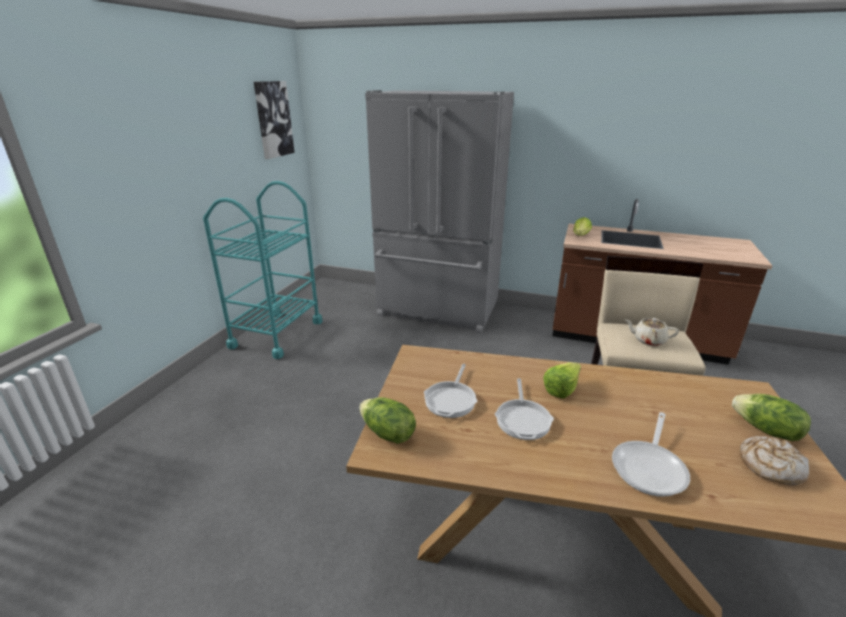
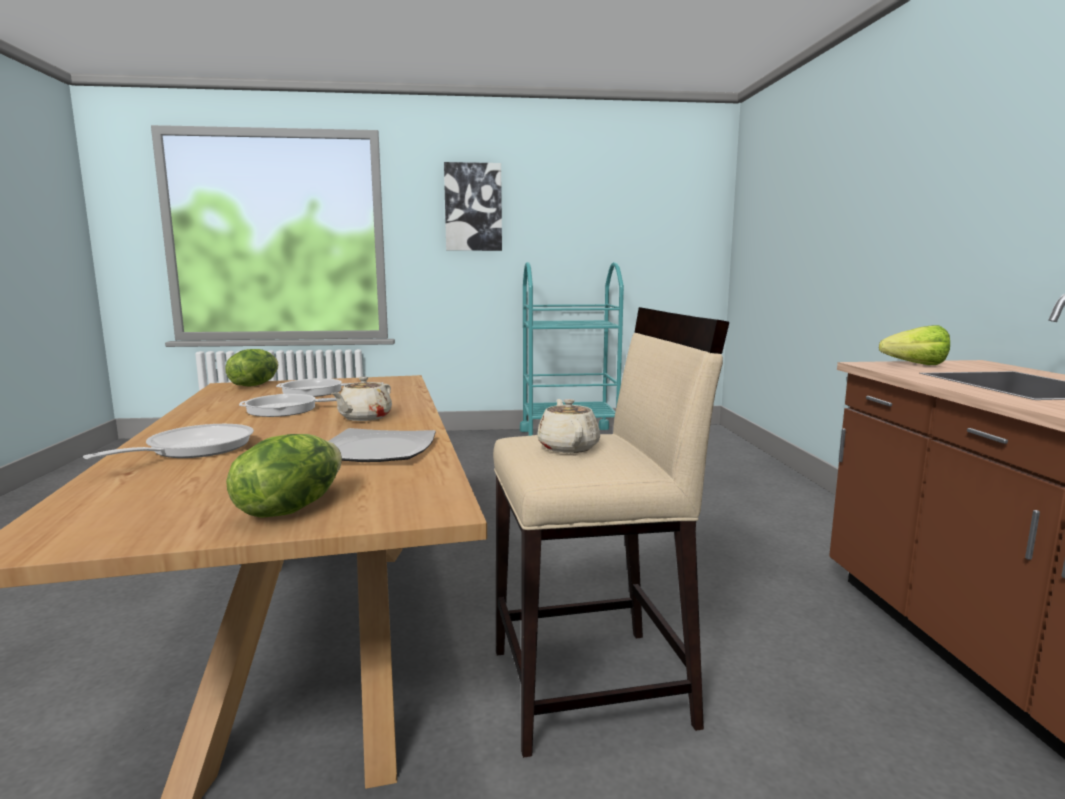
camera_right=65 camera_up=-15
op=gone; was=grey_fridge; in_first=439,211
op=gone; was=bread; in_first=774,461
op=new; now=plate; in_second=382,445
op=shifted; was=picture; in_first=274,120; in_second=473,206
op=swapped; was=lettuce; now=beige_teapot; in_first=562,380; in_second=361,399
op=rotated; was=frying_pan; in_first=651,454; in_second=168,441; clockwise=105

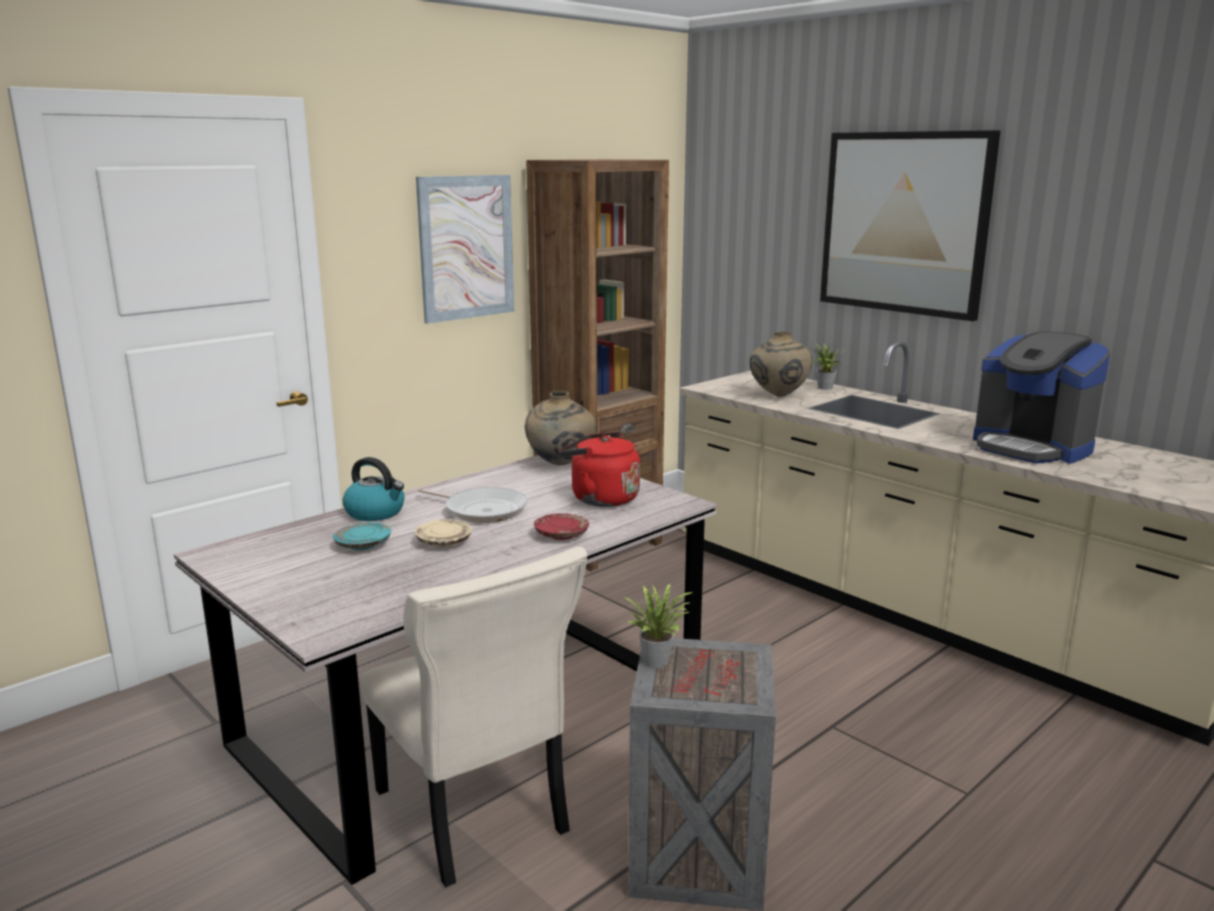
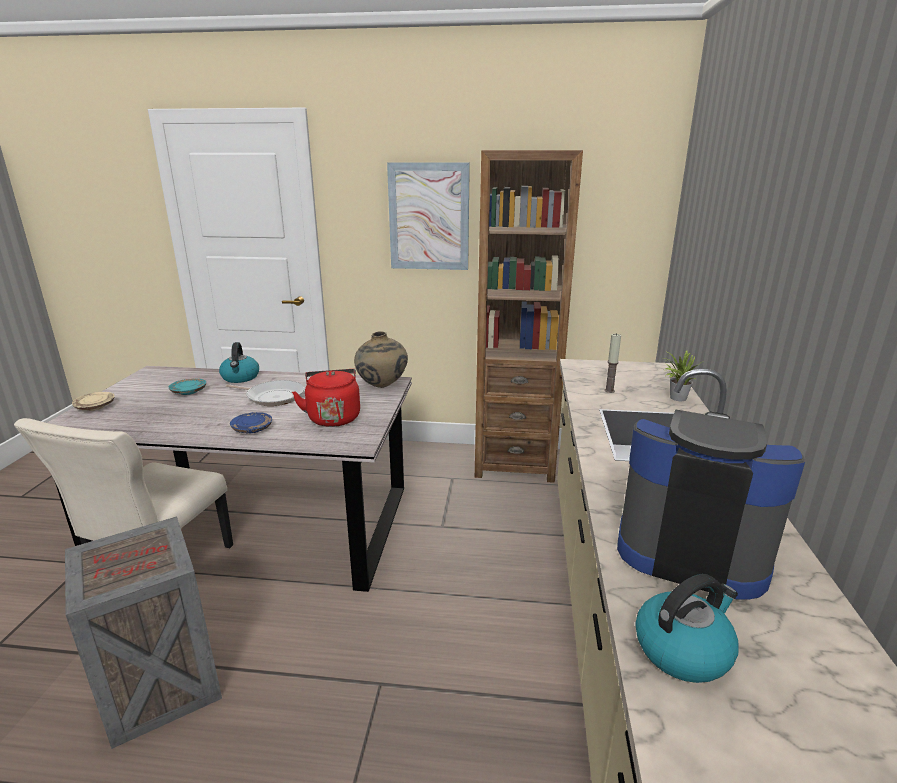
camera_right=50 camera_up=5
op=gone; was=potted_plant; in_first=658,625
op=gone; was=picture; in_first=910,225
op=new; now=kettle; in_second=686,628
op=shifted; was=beige_plate; in_first=443,533; in_second=93,401
op=swapped; was=beige_vase; now=candle; in_first=780,364; in_second=612,363
op=repainted; was=red_plate; now=blue_plate; in_first=561,526; in_second=251,422
op=rotated; was=frying_pan; in_first=473,505; in_second=265,393; clockwise=-60
op=rotated; was=coffee_machine; in_first=1041,398; in_second=711,505; clockwise=105

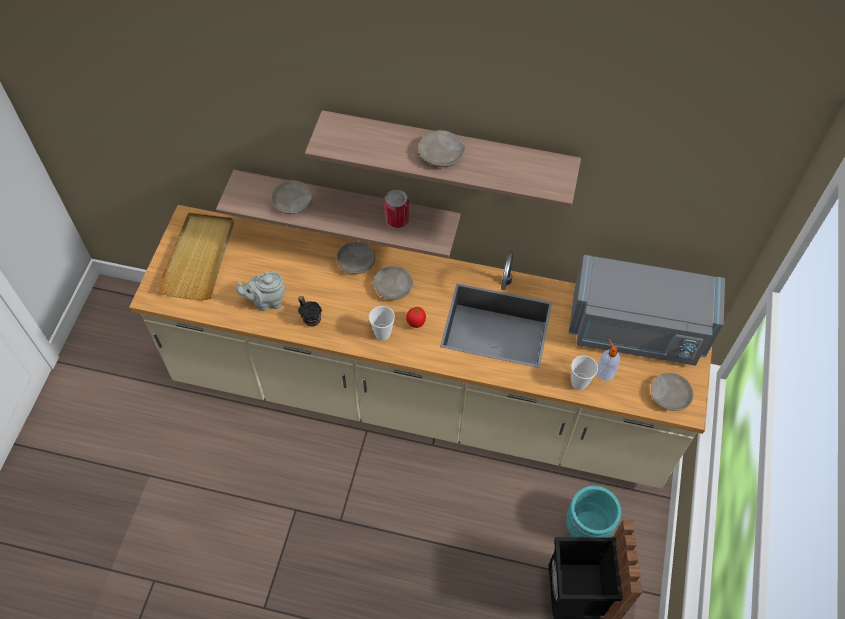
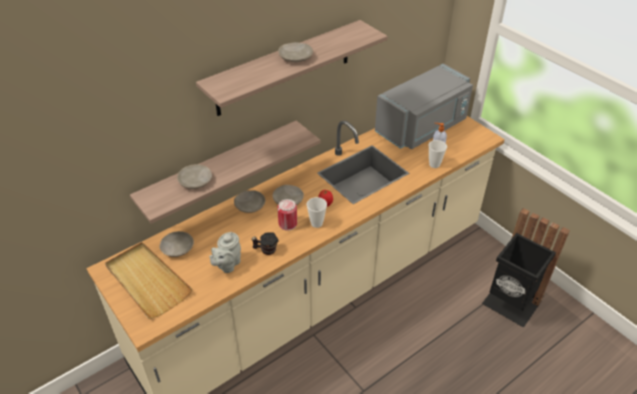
camera_right=-50 camera_up=-15
op=gone; was=turquoise_planter; in_first=594,511
op=shifted; was=can; in_first=396,209; in_second=287,215
op=shifted; was=beige_plate; in_first=672,392; in_second=176,244

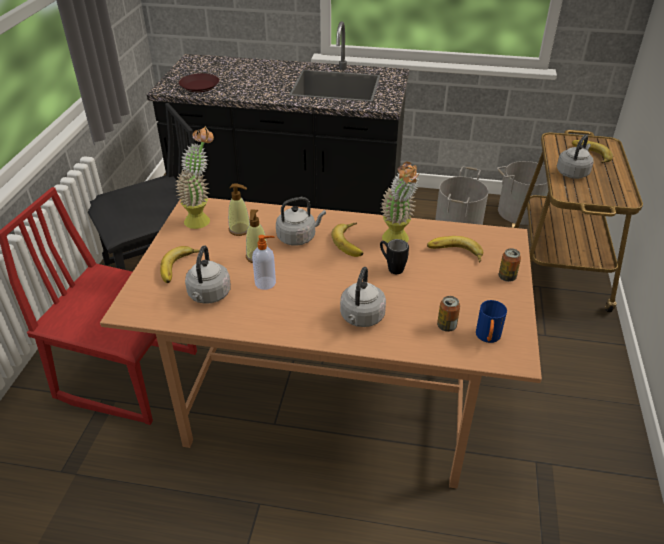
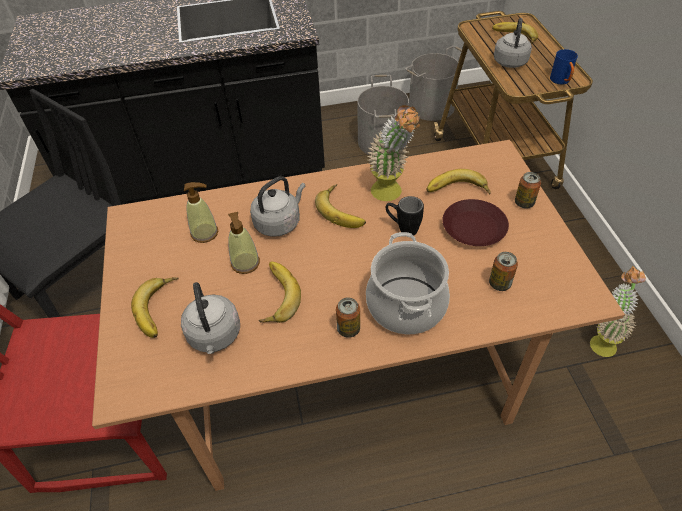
camera_right=-20 camera_up=10
op=new; now=can; in_second=348,317
op=shifted; was=potted_plant; in_first=194,177; in_second=618,311
op=shifted; was=brown_plate; in_first=199,82; in_second=475,222
op=shifted; was=blue_mug; in_first=491,321; in_second=564,66
op=swapped; was=soap_dispenser; now=banana; in_first=264,262; in_second=280,292
op=swapped; was=grey_kettle; now=cooking_pot; in_first=363,297; in_second=408,283

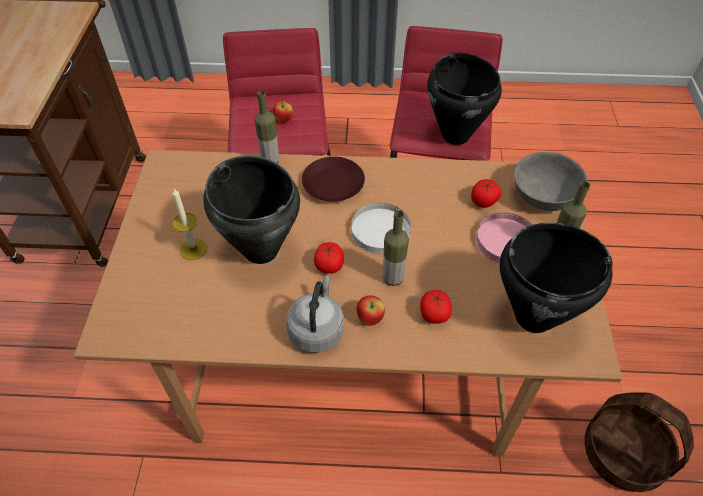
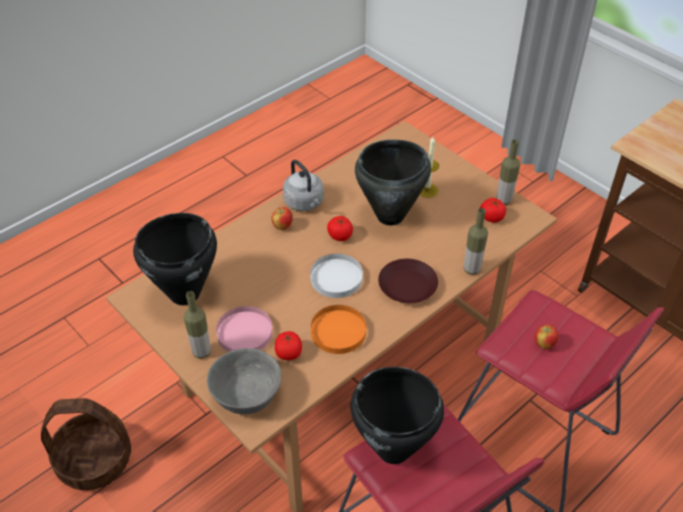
camera_right=135 camera_up=-5
op=new; now=orange_plate; in_second=338,329
op=shifted; was=bottle; in_first=396,248; in_second=508,172
op=shifted; was=tomato; in_first=436,307; in_second=493,210

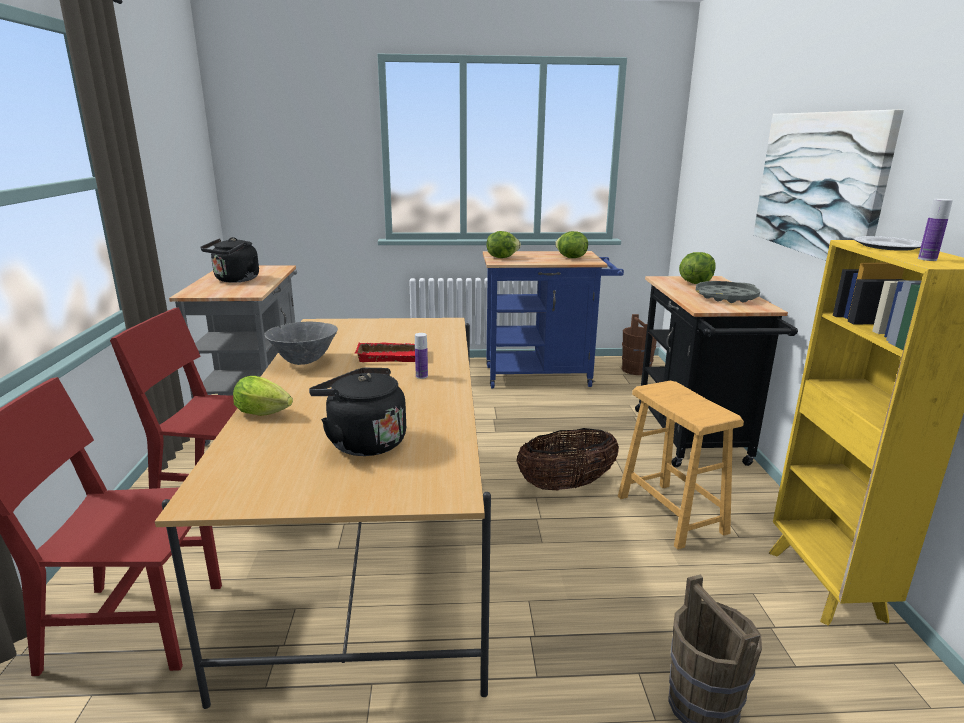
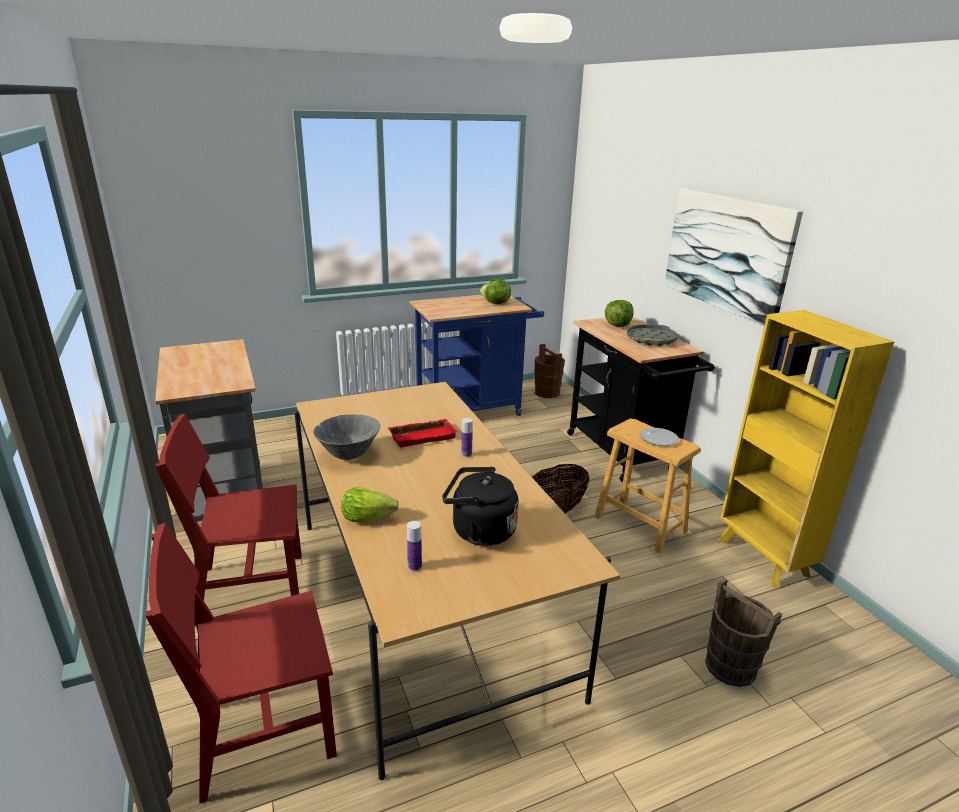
camera_right=-20 camera_up=5
op=gone; was=black_kettle; in_first=229,260
op=gone; was=lettuce; in_first=503,244
op=shifted; was=plate; in_first=888,243; in_second=659,437
op=shifted; was=bottle; in_first=935,230; in_second=414,546

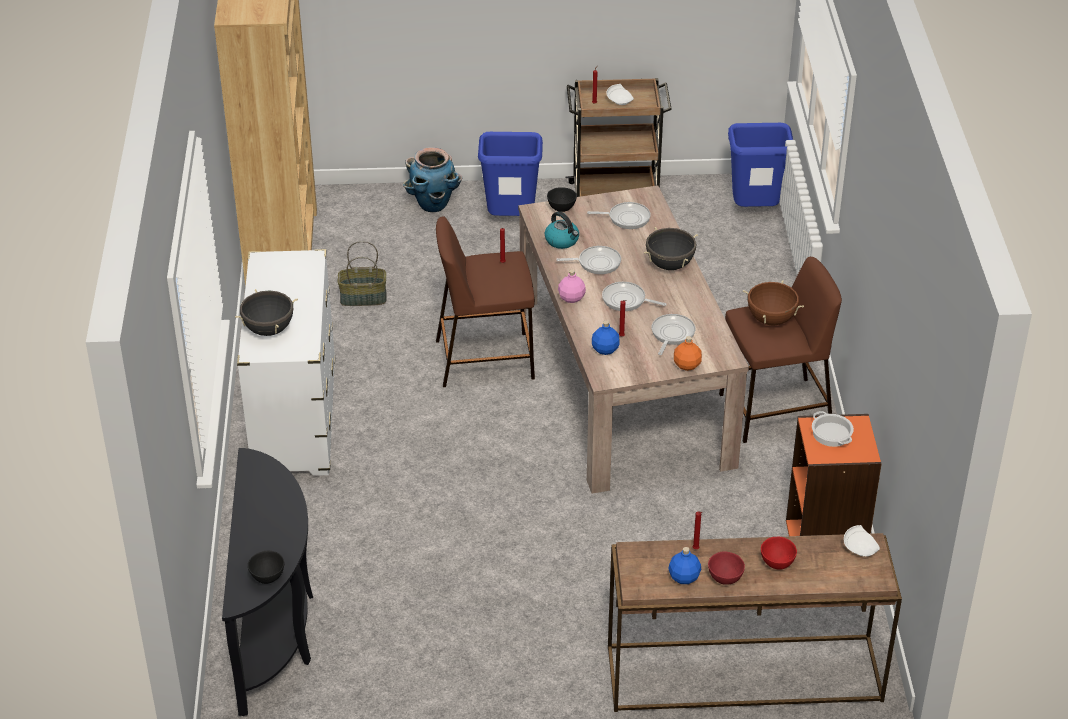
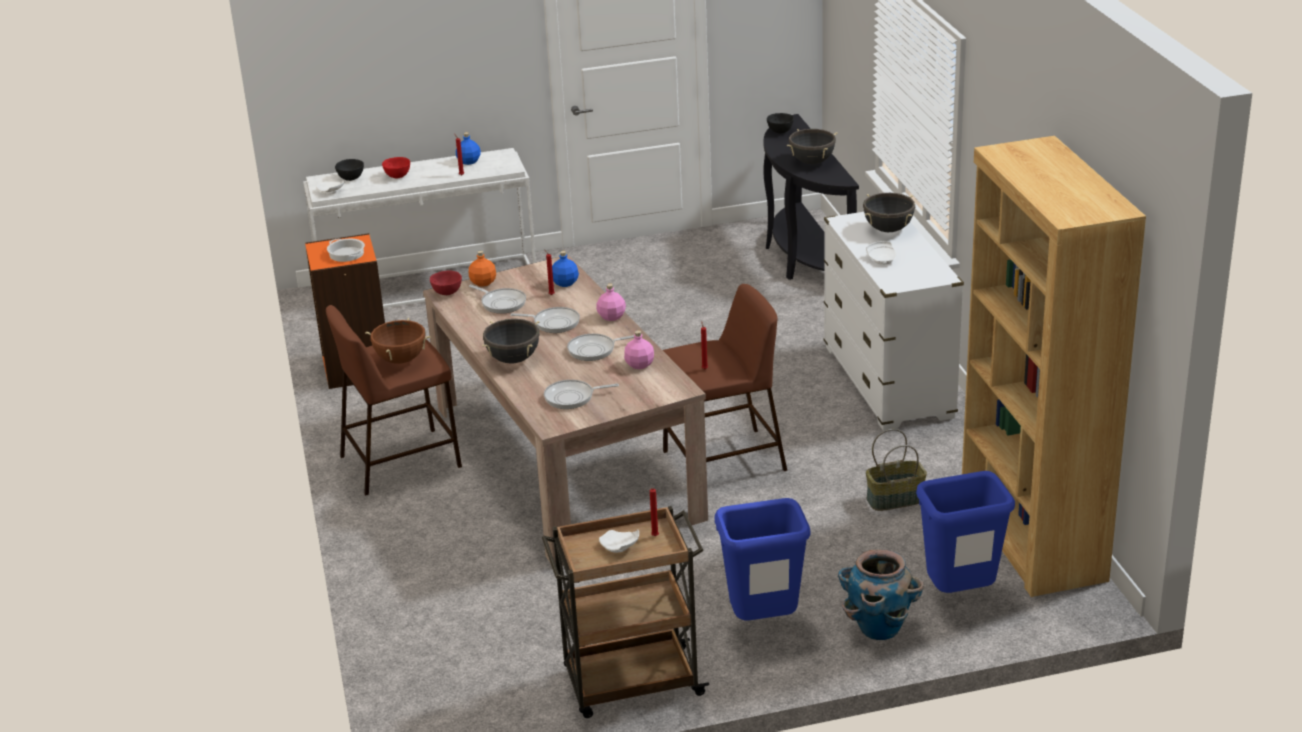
camera_right=170 camera_up=-10
op=new; now=black_cooking_pot; in_second=812,146
op=new; now=white_plate; in_second=881,253
op=shifted; was=black_bowl; in_first=562,199; in_second=349,170
op=shifted; was=red_bowl; in_first=726,568; in_second=446,283
op=shifted; was=blue_trash_can; in_first=760,165; in_second=965,532
op=swapped; was=kettle; now=pink_bottle; in_first=562,230; in_second=639,349
op=repainted; was=brown_console_table; now=white_console_table; in_first=755,622; in_second=419,228
op=rotated; was=frying_pan; in_first=673,334; in_second=497,299; clockwise=-60

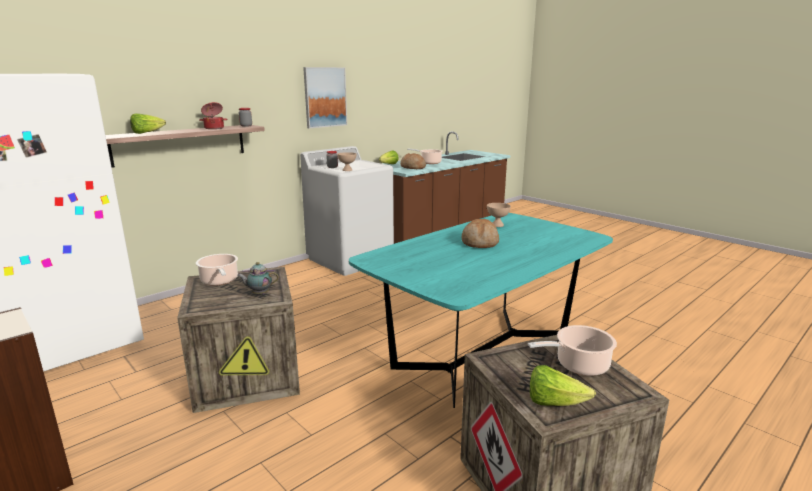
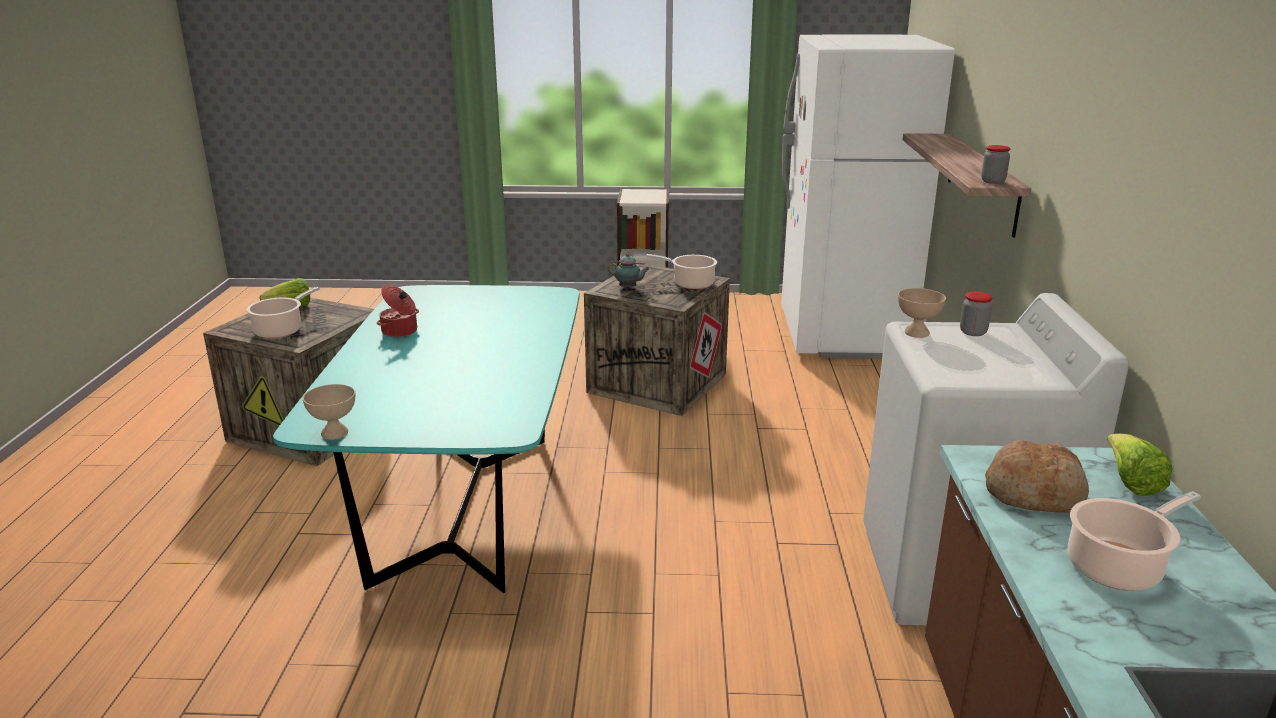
camera_right=135 camera_up=5
op=gone; was=lettuce; in_first=148,123
op=gone; was=picture; in_first=325,97
op=gone; was=bread; in_first=480,233
op=shifted; was=cooking_pot; in_first=213,115; in_second=398,311
op=shifted; was=beige_bowl; in_first=499,215; in_second=329,412
op=rotated; was=teapot; in_first=258,278; in_second=628,271; clockwise=60

